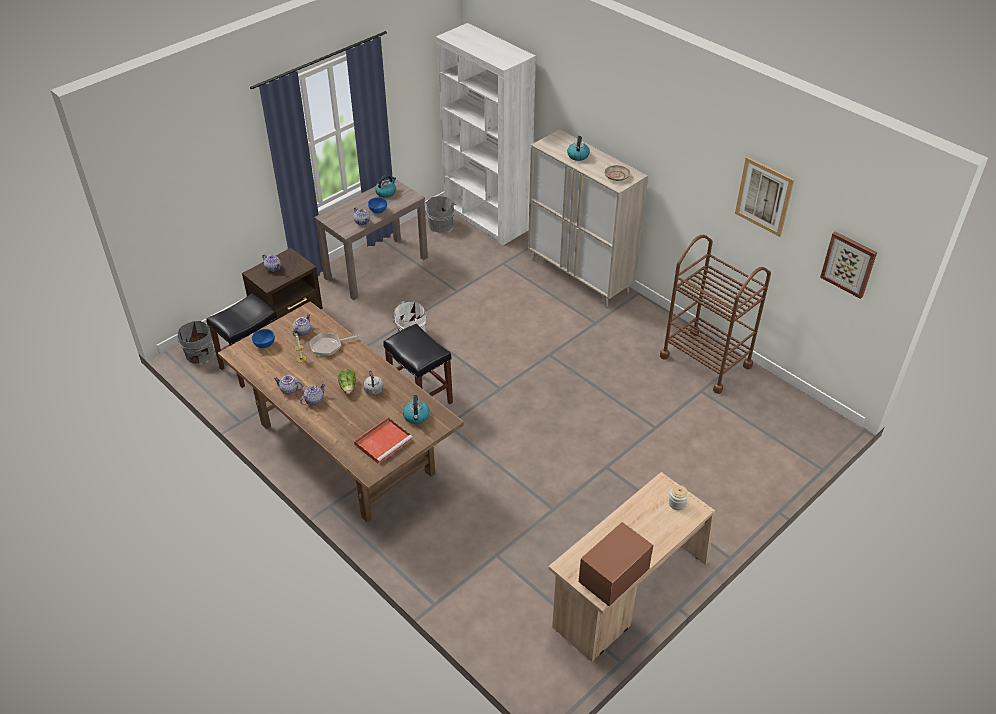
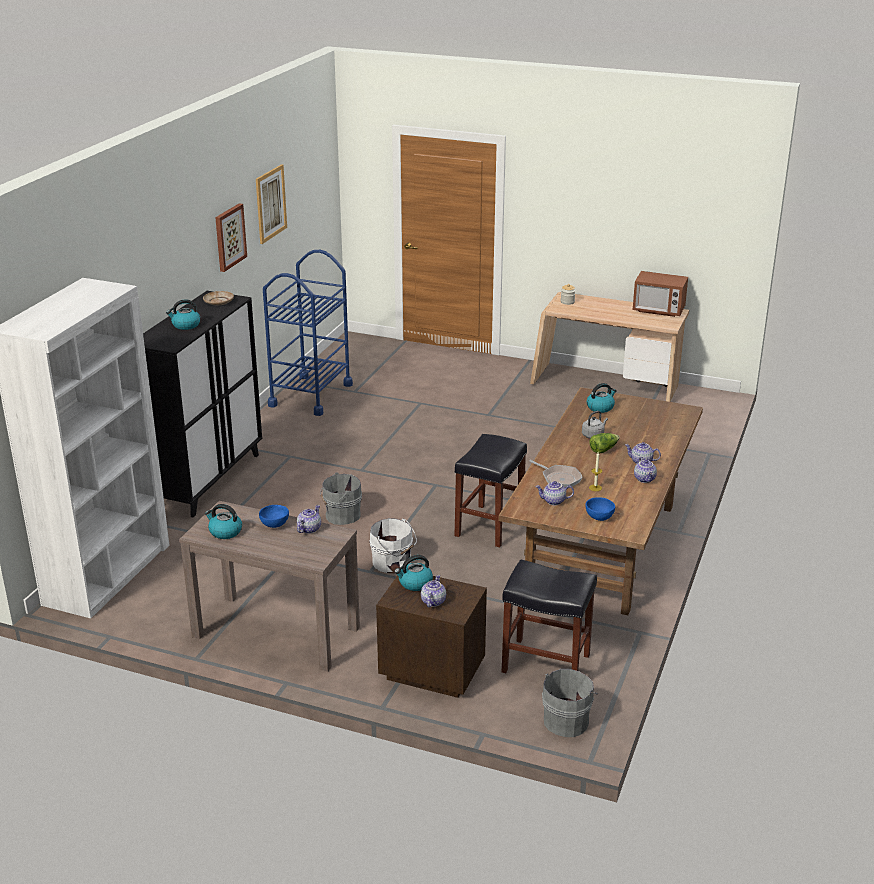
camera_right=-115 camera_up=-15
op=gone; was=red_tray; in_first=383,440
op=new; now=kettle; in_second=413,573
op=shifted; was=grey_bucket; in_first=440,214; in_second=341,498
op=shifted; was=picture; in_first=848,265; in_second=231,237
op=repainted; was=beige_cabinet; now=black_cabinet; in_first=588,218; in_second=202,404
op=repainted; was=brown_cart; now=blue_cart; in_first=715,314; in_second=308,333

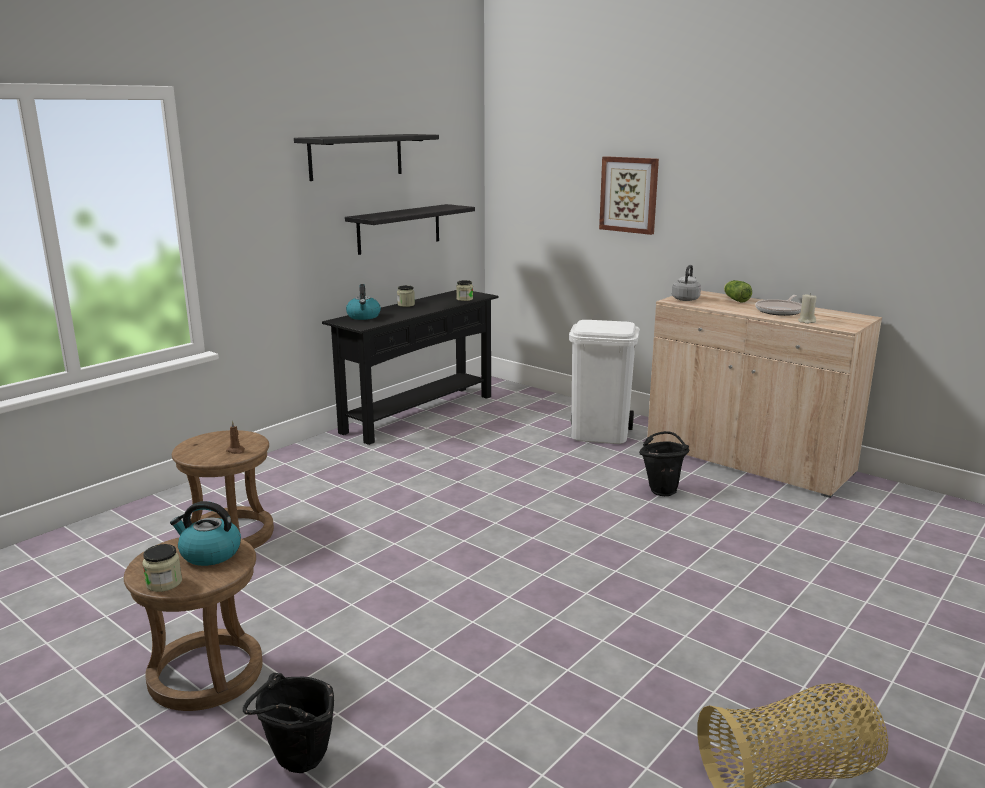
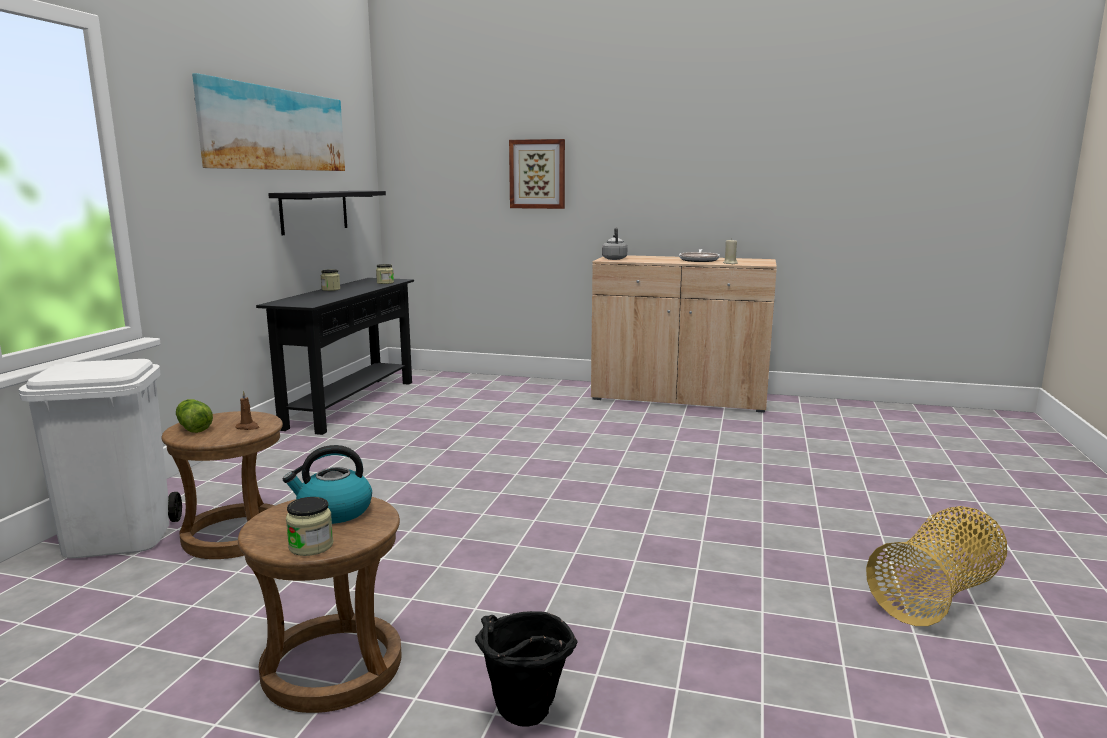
camera_right=-25 camera_up=-5
op=gone; was=kettle; in_first=363,302
op=gone; was=black_bucket; in_first=664,463
op=shifted; was=white_trash_can; in_first=604,382; in_second=100,458
op=shifted; was=lettuce; in_first=738,291; in_second=194,416
op=swapped; was=black_shelf; now=picture; in_first=366,157; in_second=268,122

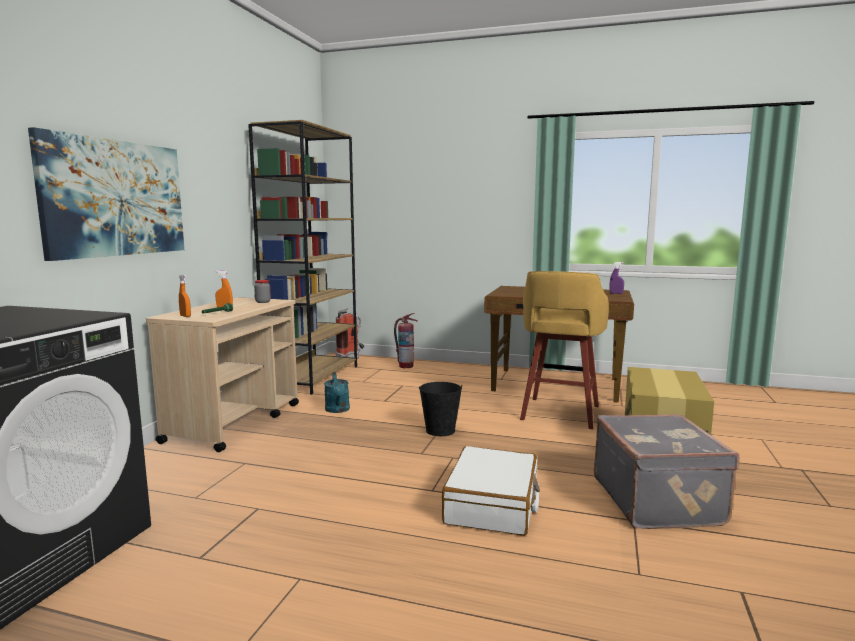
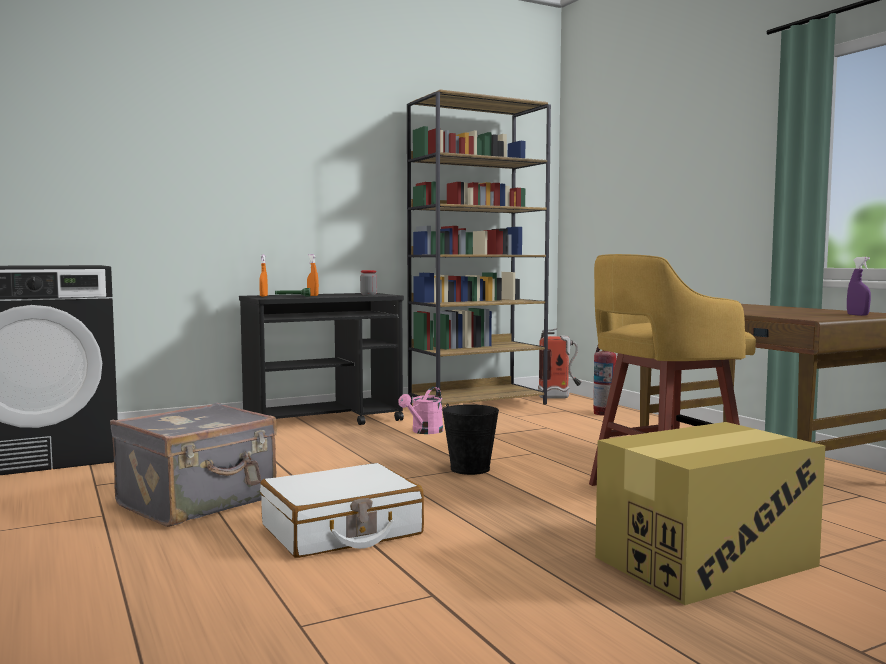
camera_right=45 camera_up=-5
op=gone; was=picture; in_first=106,194
op=shifted; was=grey_suitcase; in_first=667,471; in_second=193,465
op=repainted; was=beige_cart; now=black_cart; in_first=222,374; in_second=321,359
op=repainted; was=turquoise_watering_can; now=pink_watering_can; in_first=337,392; in_second=420,410

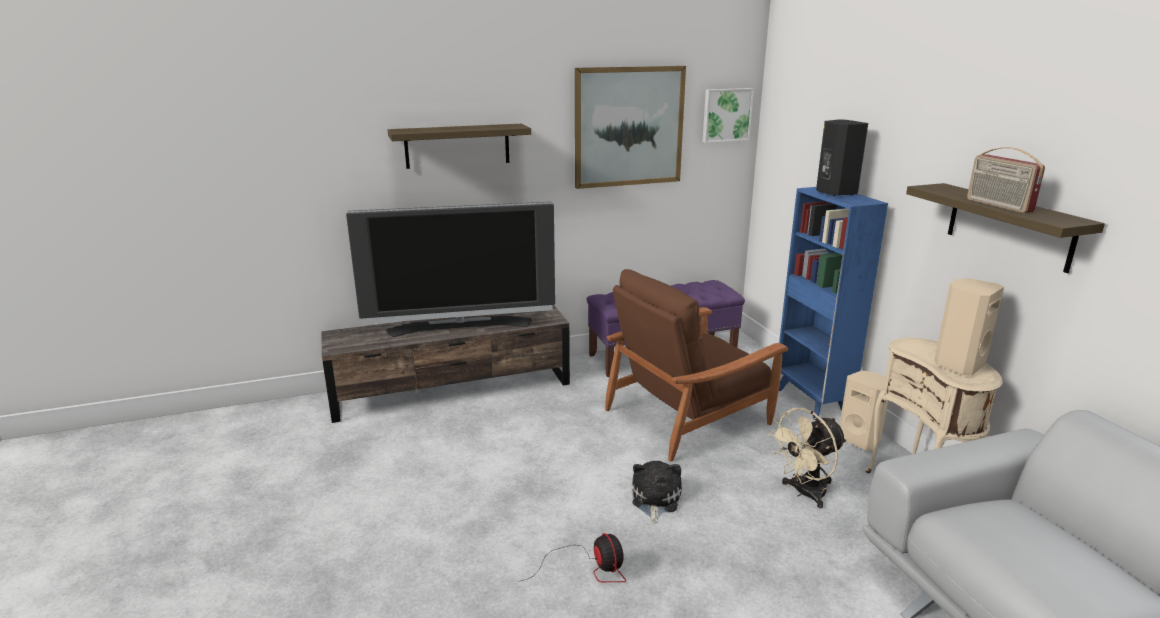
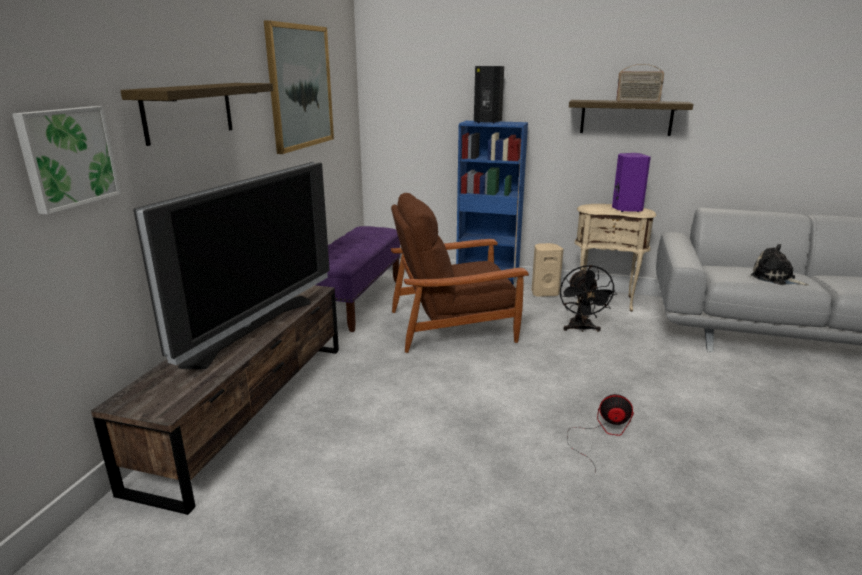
camera_right=-55 camera_up=0
op=shifted; was=plush_toy; in_first=657,492; in_second=780,265
op=shifted; was=picture; in_first=728,115; in_second=66,160
op=repainted; was=beige_fan; now=black_fan; in_first=807,458; in_second=588,298
op=repainted; was=beige_speaker; now=purple_speaker; in_first=969,327; in_second=631,182
op=rotated; was=brown_armchair; in_first=696,365; in_second=460,273; clockwise=75

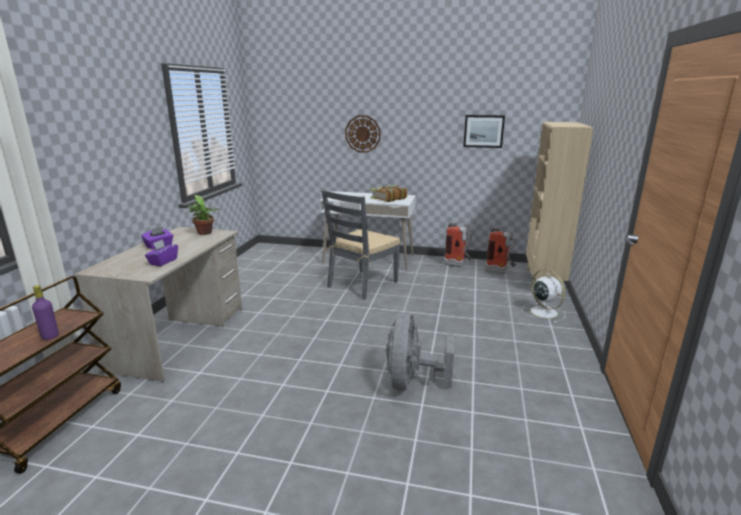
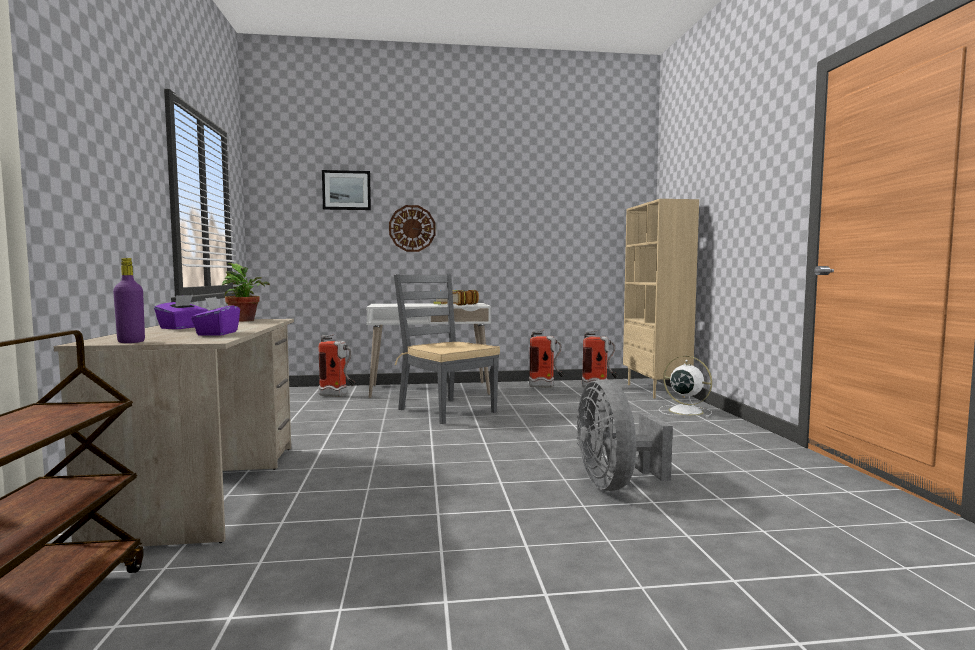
camera_right=-20 camera_up=-15
op=new; now=fire_extinguisher; in_second=337,365
op=shifted; was=purple_bottle; in_first=45,312; in_second=129,300
op=shifted; was=picture; in_first=484,131; in_second=346,190
op=rotated; was=grey_chair; in_first=361,244; in_second=447,349; clockwise=120

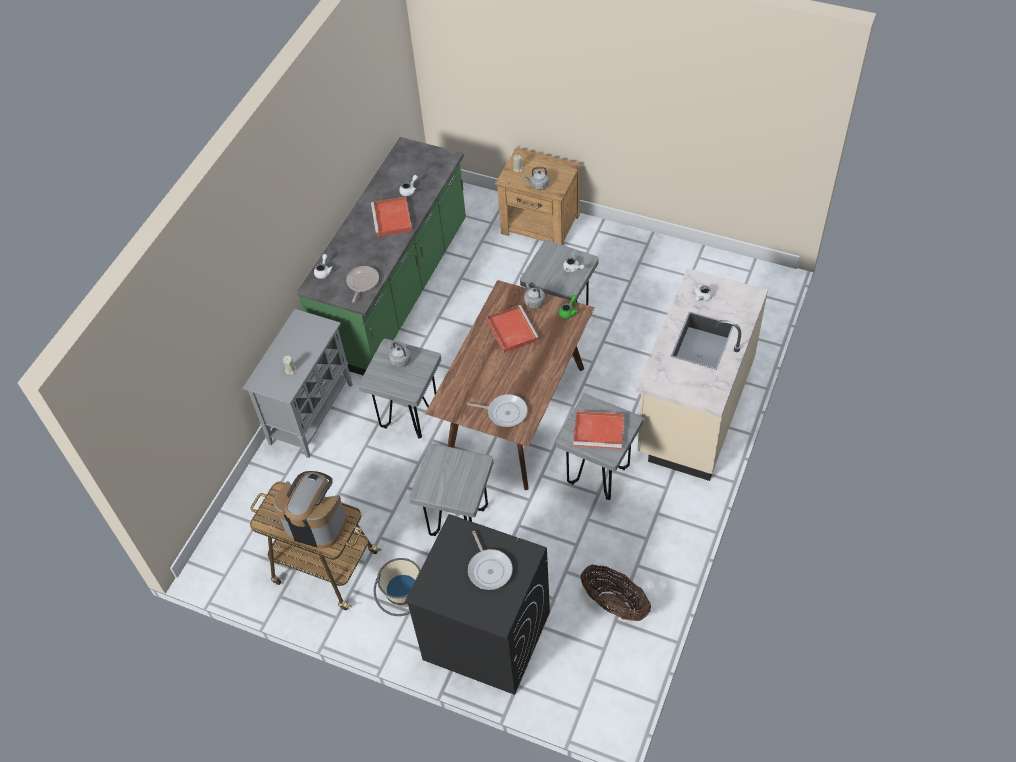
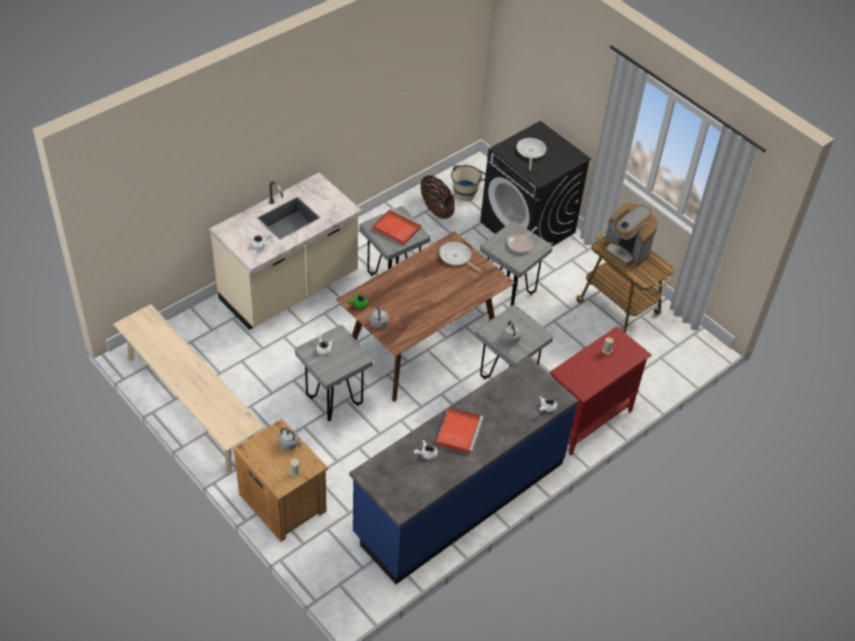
camera_right=-160 camera_up=-5
op=gone; was=red_tray; in_first=512,329
op=new; now=beige_bench; in_second=189,388
op=shifted; was=frying_pan; in_first=362,284; in_second=522,239
op=shifted; was=beige_bucket; in_first=397,587; in_second=468,183
op=repainted; was=grey_cabinet; now=red_cabinet; in_first=298,383; in_second=600,390
op=repainted; was=green_counter; now=blue_counter; in_first=381,256; in_second=464,469

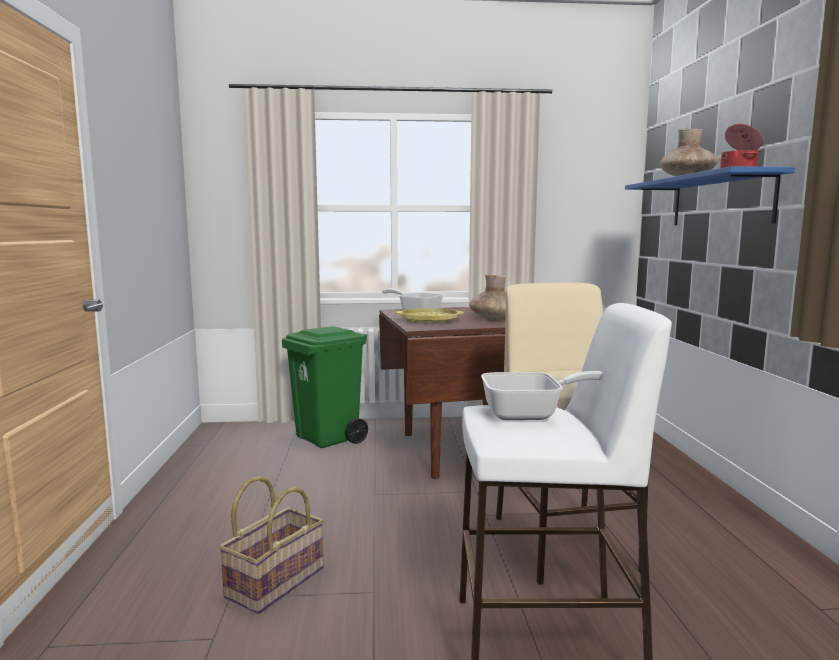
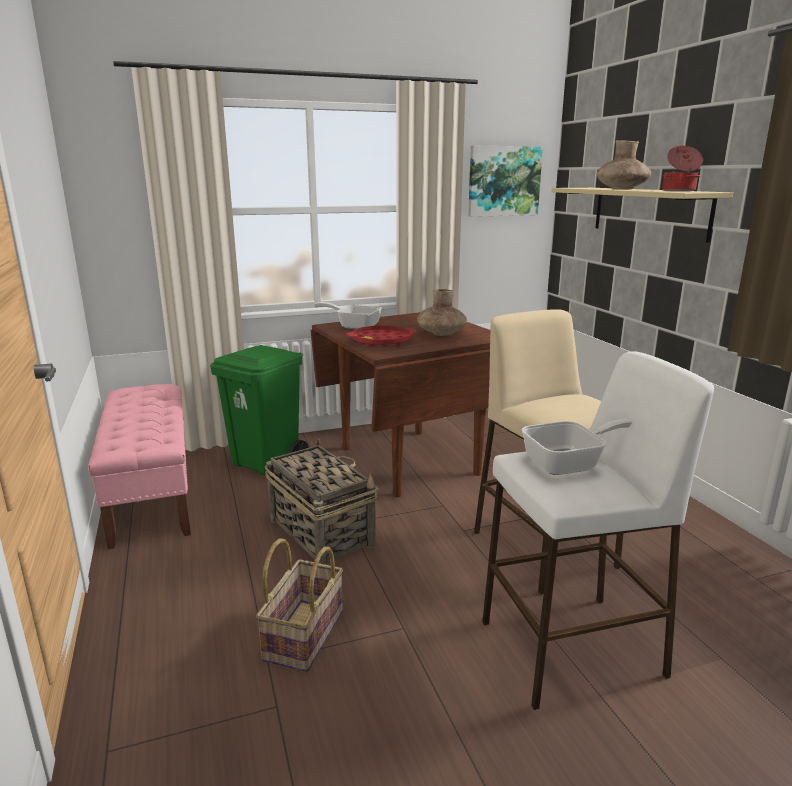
camera_right=-15 camera_up=10
op=new; now=pink_bench; in_second=139,466
op=new; now=basket; in_second=322,501
op=new; now=picture; in_second=505,181
op=repainted; was=yellow_tray; now=red_tray; in_first=429,316; in_second=381,336
op=repainted; was=blue_shelf; now=beige_shelf; in_first=710,195; in_second=642,215

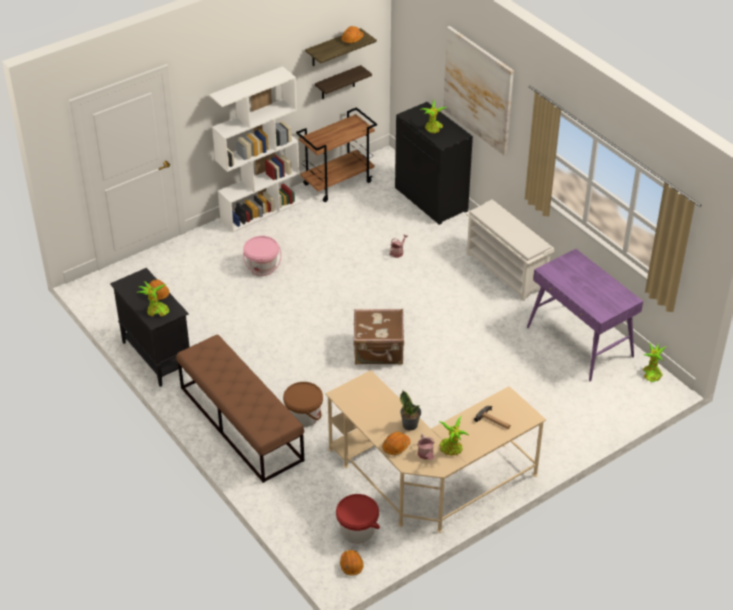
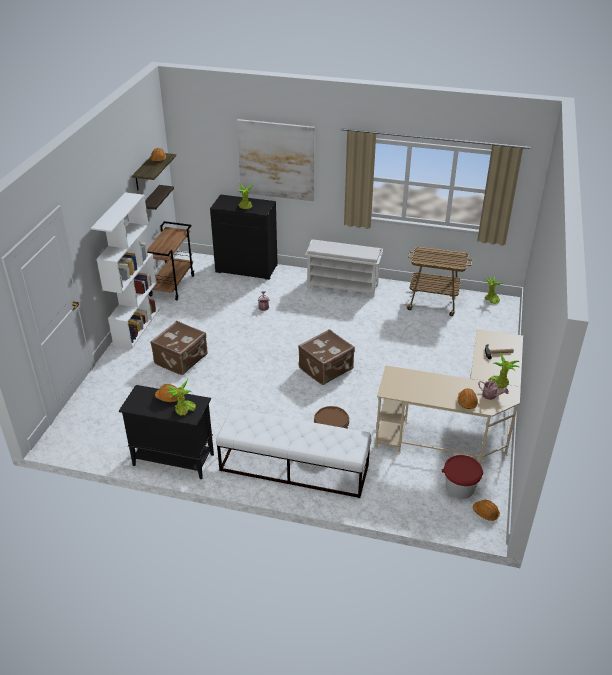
camera_right=-40 camera_up=-5
op=gone; was=potted_plant; in_first=410,411
op=swapped; was=pink_bucket; now=brown_suitcase; in_first=262,256; in_second=179,348
op=swapped; was=purple_desk; now=cart; in_first=585,315; in_second=438,281
op=repainted; was=brown_bench; now=white_bench; in_first=240,409; in_second=294,453

